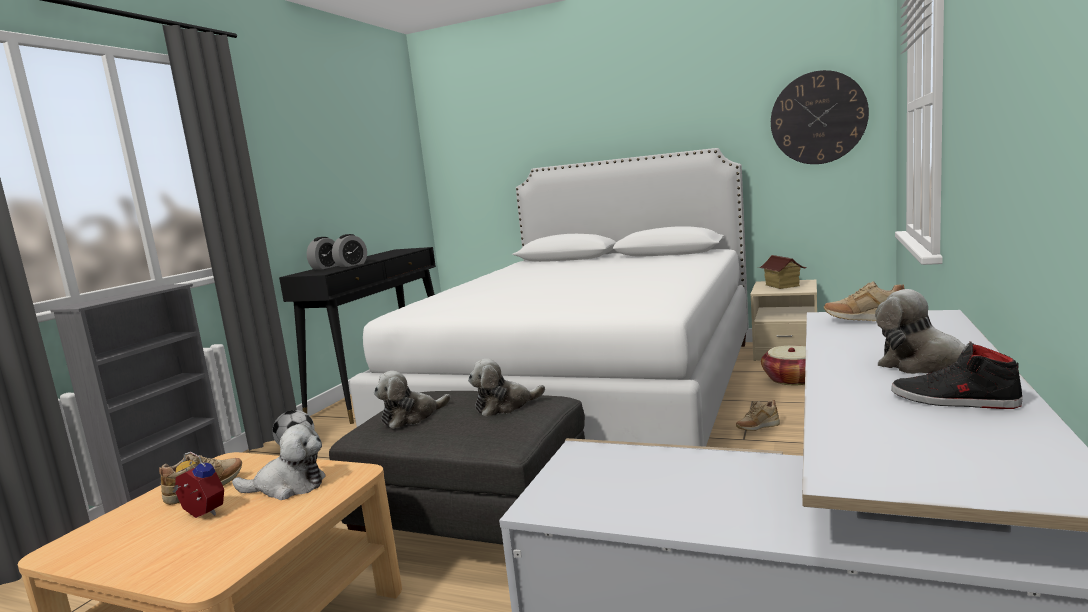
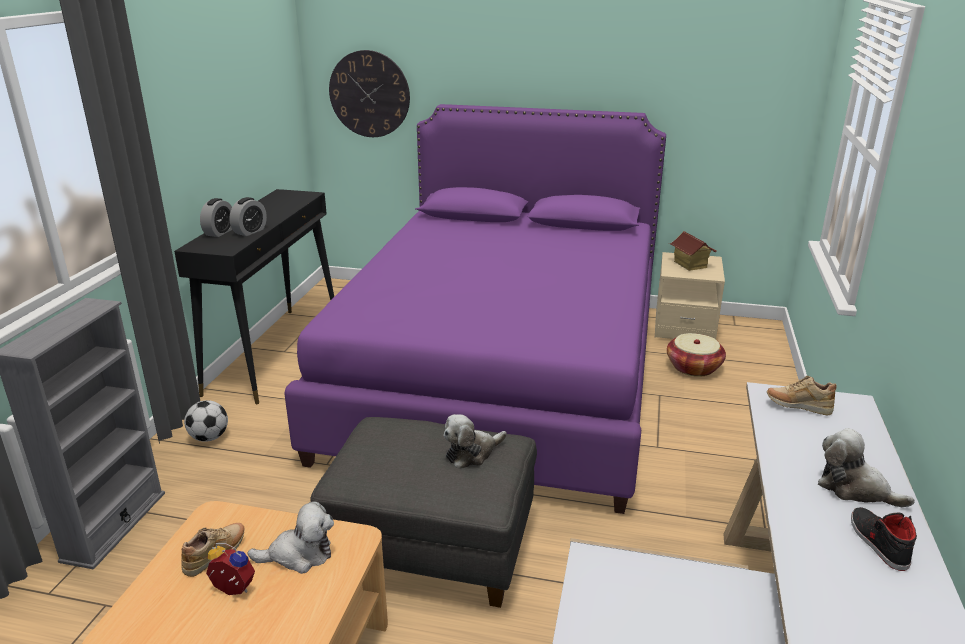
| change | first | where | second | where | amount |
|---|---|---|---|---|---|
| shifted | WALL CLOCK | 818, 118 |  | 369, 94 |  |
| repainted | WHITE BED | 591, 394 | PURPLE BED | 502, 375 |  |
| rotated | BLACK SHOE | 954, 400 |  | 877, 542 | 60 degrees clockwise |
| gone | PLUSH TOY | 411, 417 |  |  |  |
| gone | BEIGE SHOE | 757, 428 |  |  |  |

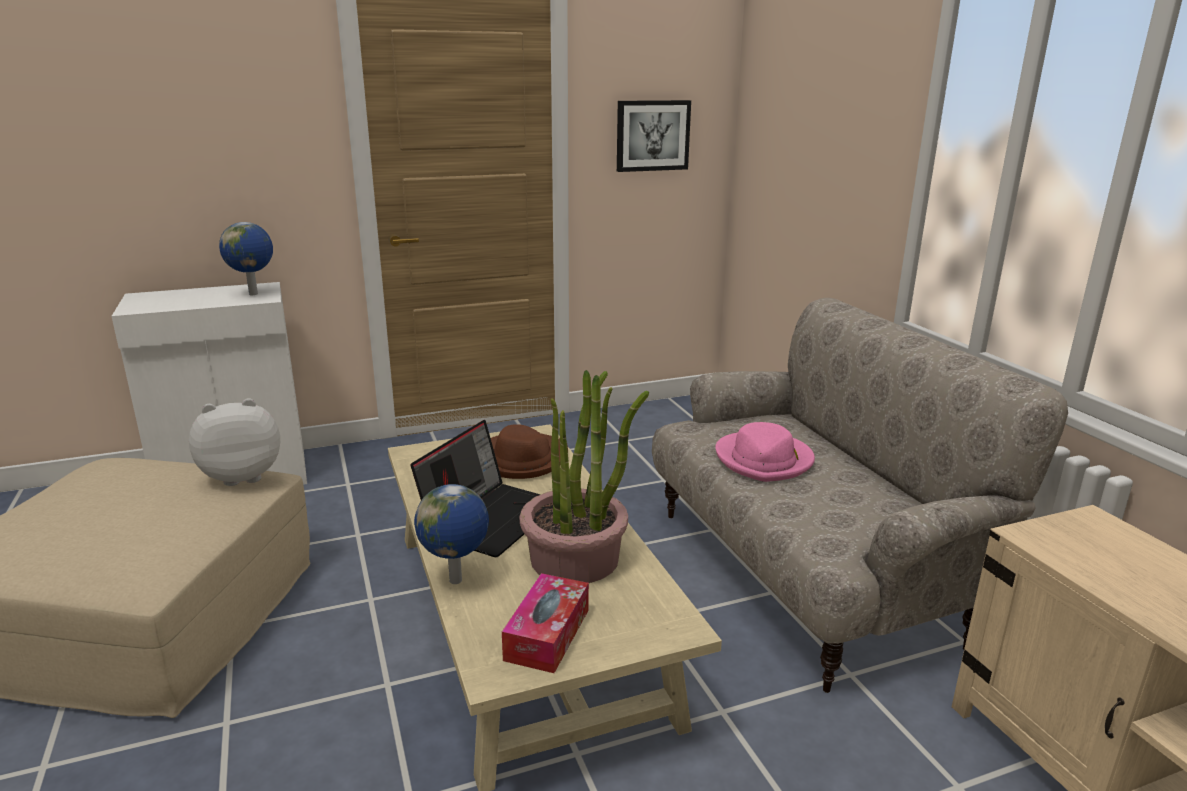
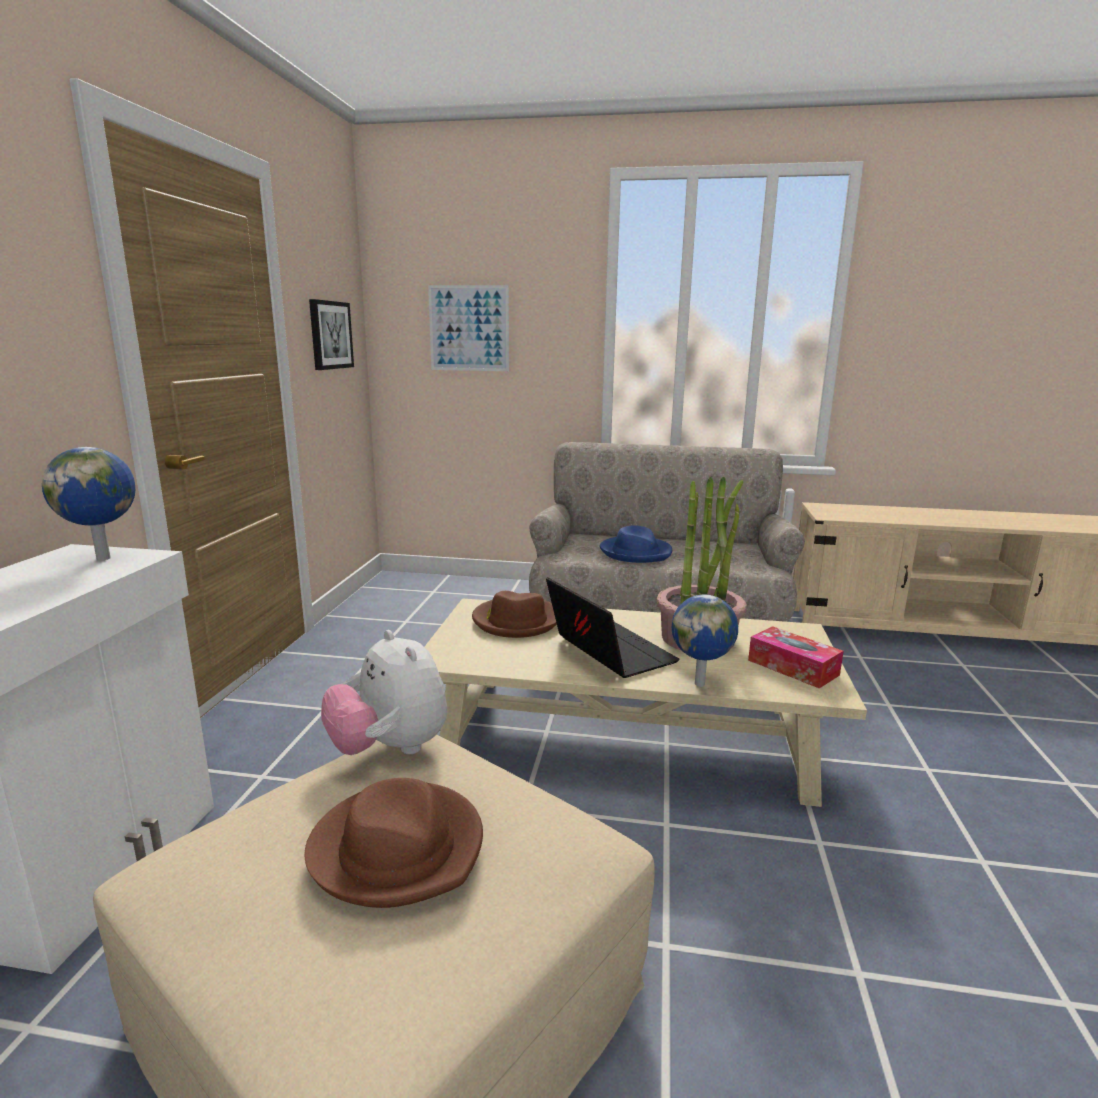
| change | first | where | second | where | amount |
|---|---|---|---|---|---|
| rotated | PLUSH TOY | 242, 476 |  | 389, 749 | 45 degrees counterclockwise |
| repainted | PINK HAT | 764, 460 | BLUE HAT | 636, 552 |  |
| new |  |  | PICTURE | 469, 328 |  |
| new |  |  | BROWN HAT | 398, 848 |  |

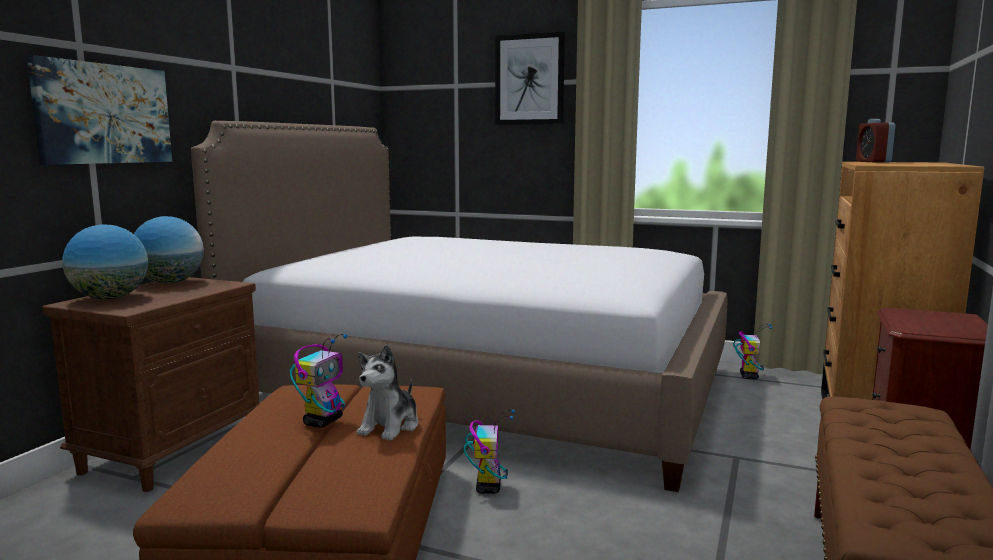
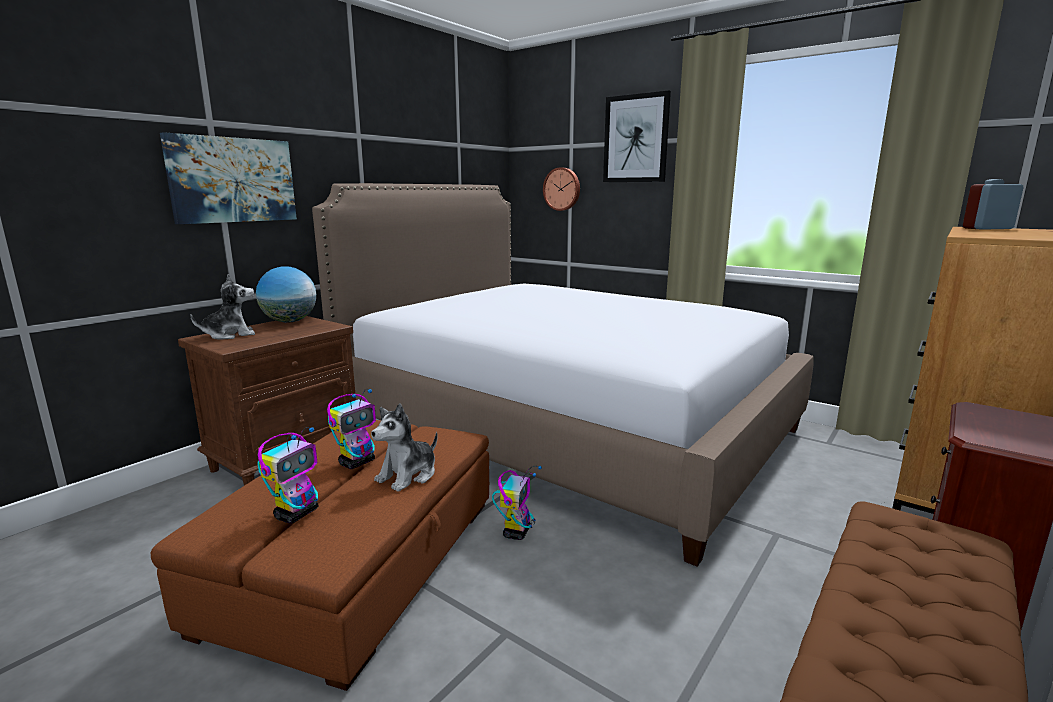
| change | first | where | second | where | amount |
|---|---|---|---|---|---|
| rotated | ALARM CLOCK | 873, 162 |  | 987, 228 | 60 degrees clockwise |
| swapped | GLOBE | 110, 298 | PLUSH TOY | 230, 335 |  |
| shifted | TOY ROBOT | 748, 376 |  | 297, 513 |  |
| new |  |  | WALL CLOCK | 562, 189 |  |

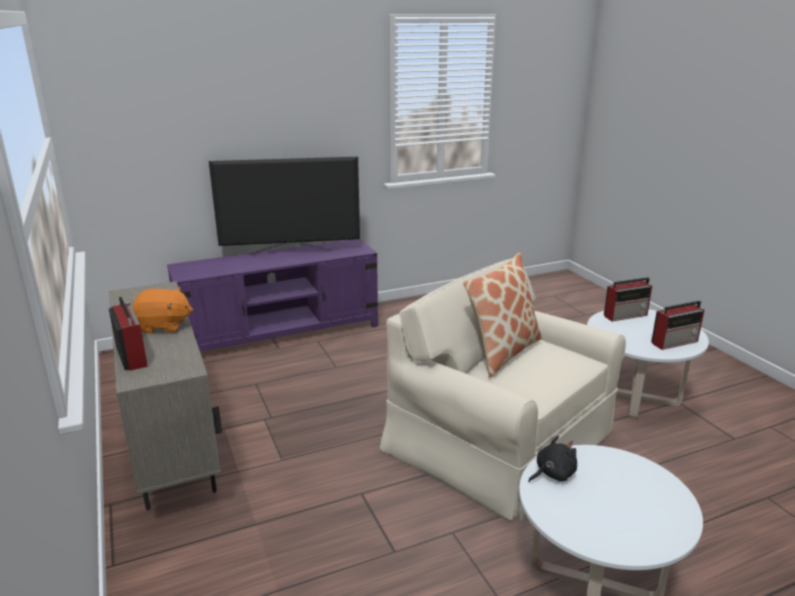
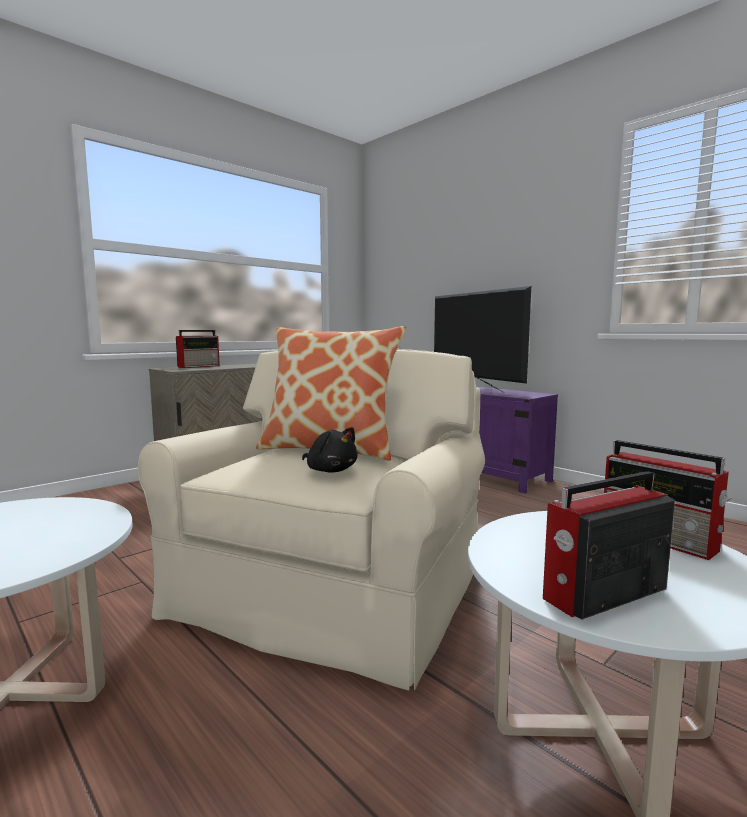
| change | first | where | second | where | amount |
|---|---|---|---|---|---|
| gone | ORANGE PLUSH TOY | 164, 326 |  |  |  |
| rotated | RADIO | 675, 342 |  | 602, 594 | 105 degrees clockwise |
| shifted | BLACK PLUSH TOY | 552, 474 |  | 330, 470 |  |

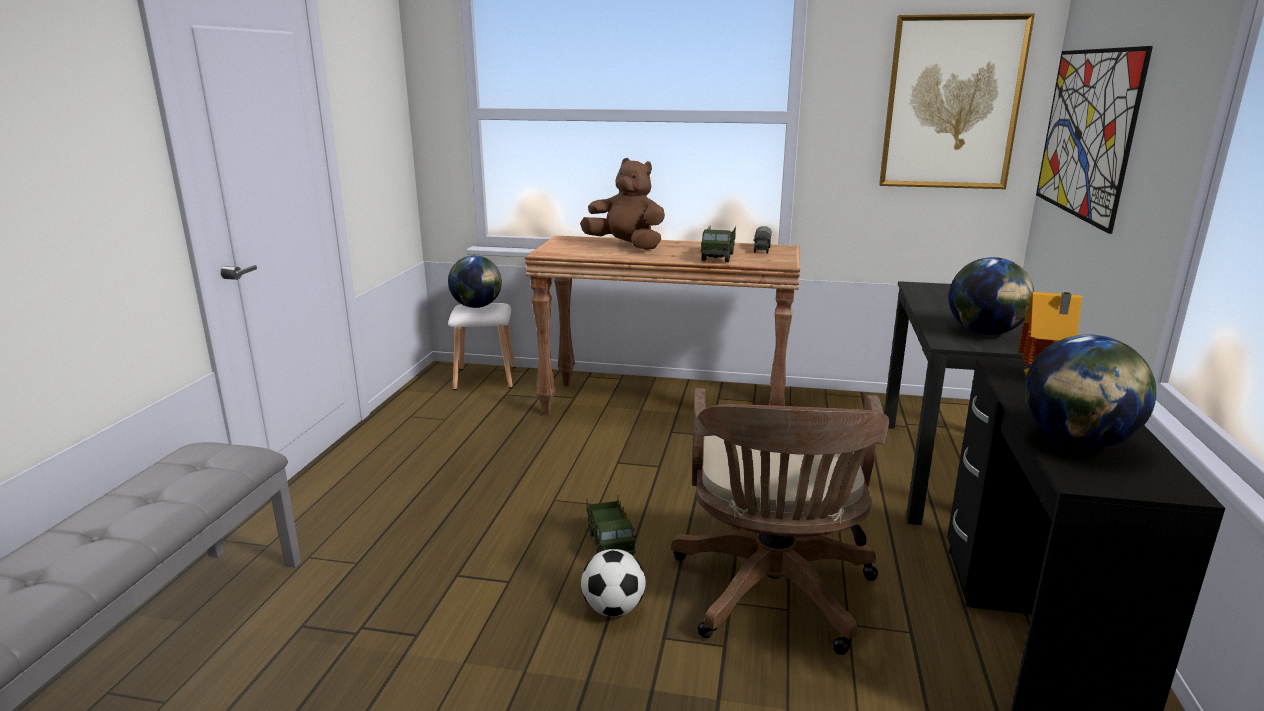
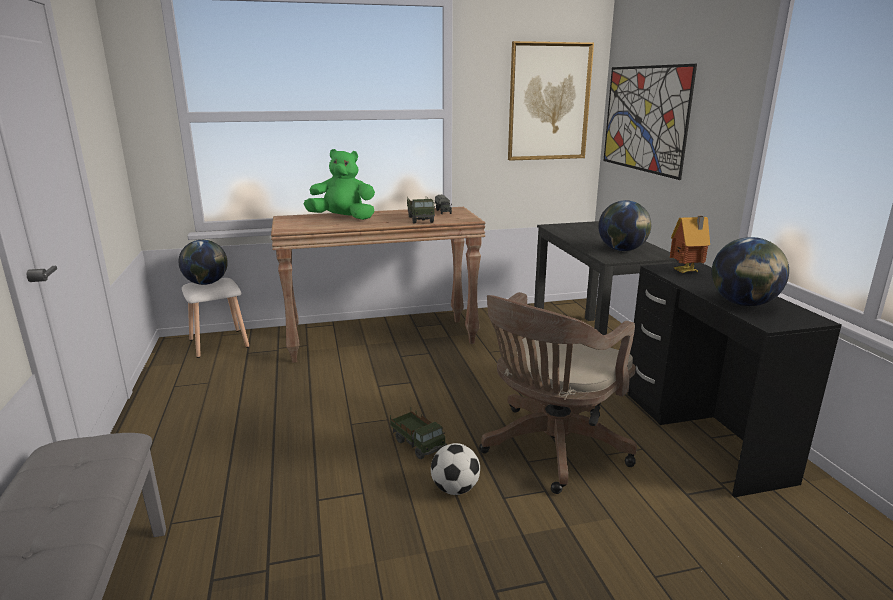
| change | first | where | second | where | amount |
|---|---|---|---|---|---|
| repainted | BROWN PLUSH TOY | 626, 246 | GREEN PLUSH TOY | 343, 218 |  |
| rotated | BROWN OFFICE CHAIR | 773, 595 |  | 550, 449 | 60 degrees clockwise |

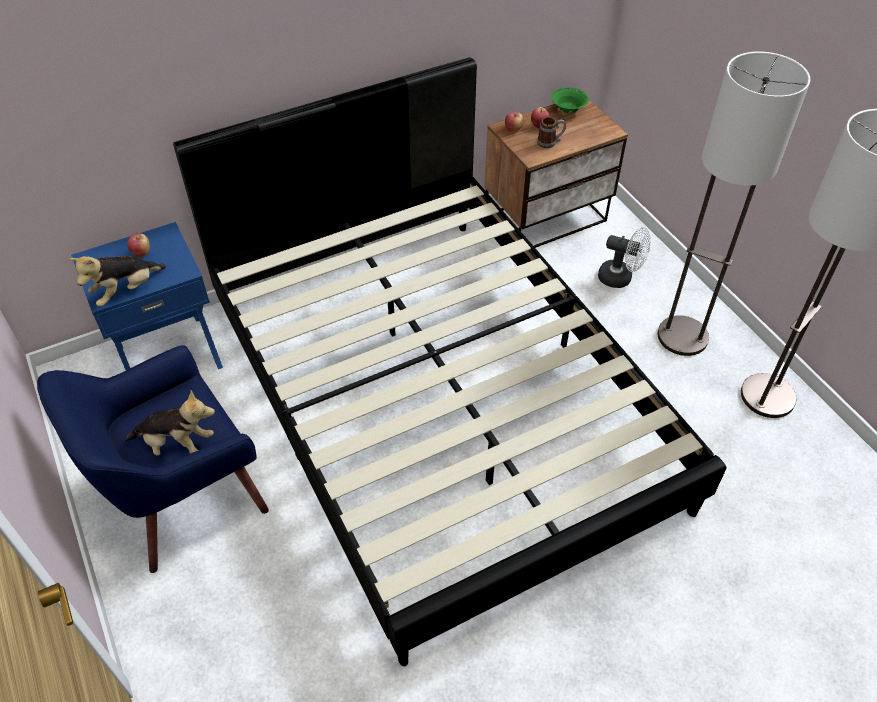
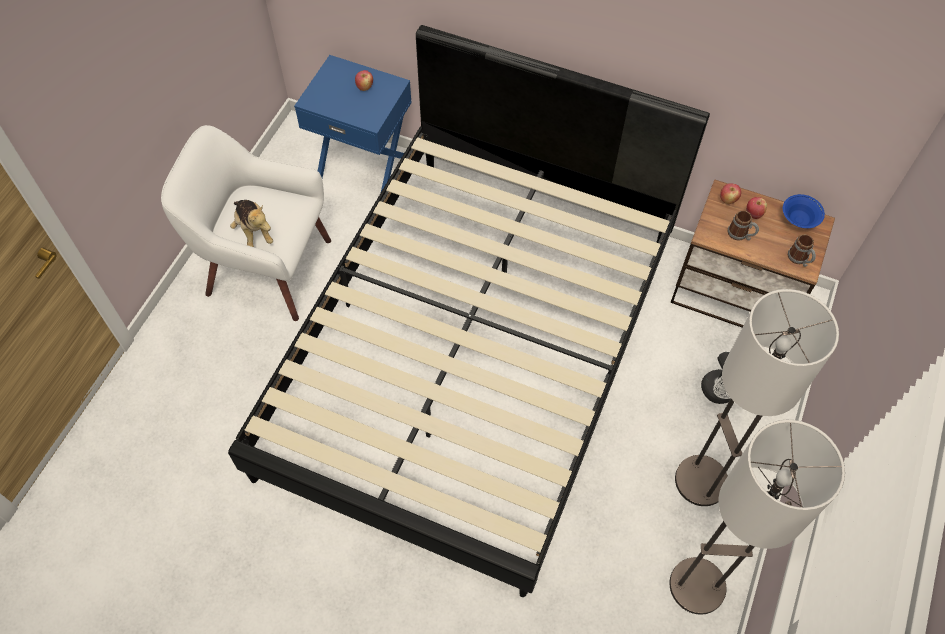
| change | first | where | second | where | amount |
|---|---|---|---|---|---|
| repainted | GREEN BOWL | 568, 110 | BLUE BOWL | 798, 220 |  |
| gone | PLUSH TOY | 126, 291 |  |  |  |
| repainted | BLUE ARMCHAIR | 183, 498 | WHITE ARMCHAIR | 266, 268 |  |
| new |  |  | MUG | 799, 259 |  |

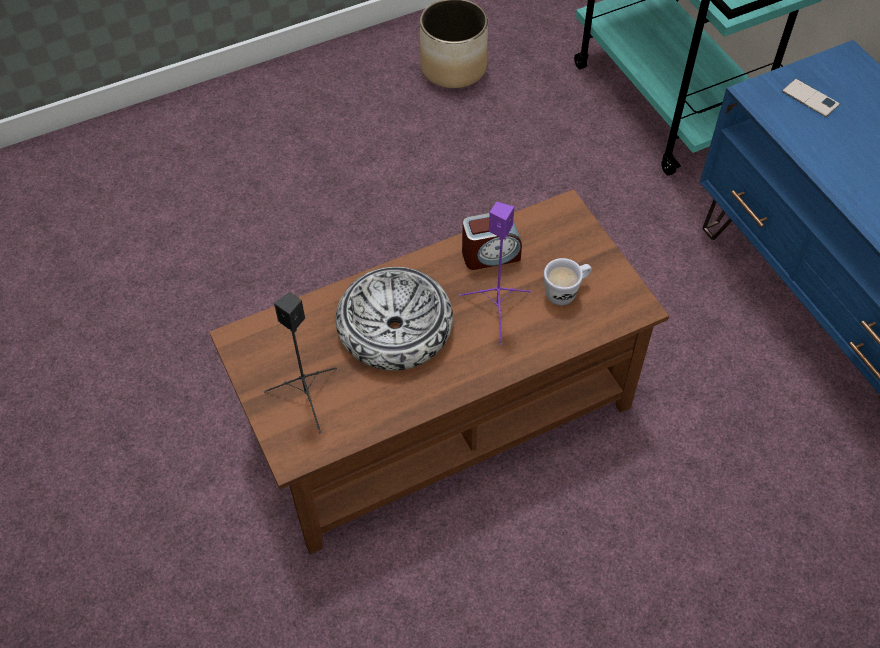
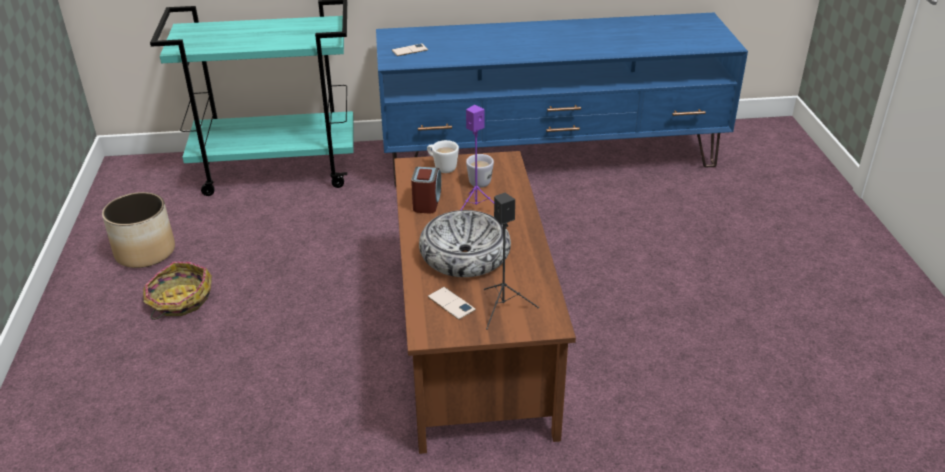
| change | first | where | second | where | amount |
|---|---|---|---|---|---|
| new |  |  | WHITE MUG | 442, 167 |  |
| new |  |  | BASKET | 179, 300 |  |
| new |  |  | PHONE | 451, 303 |  |

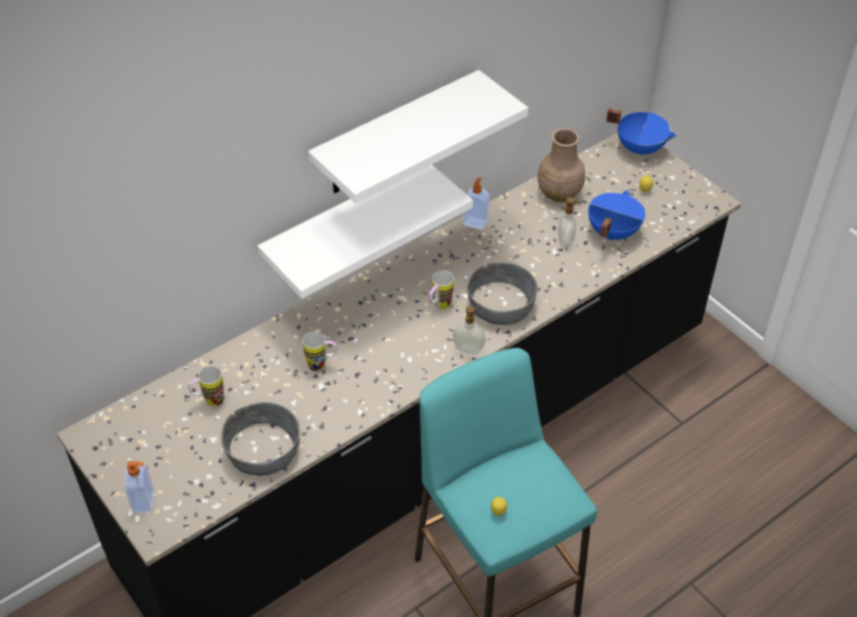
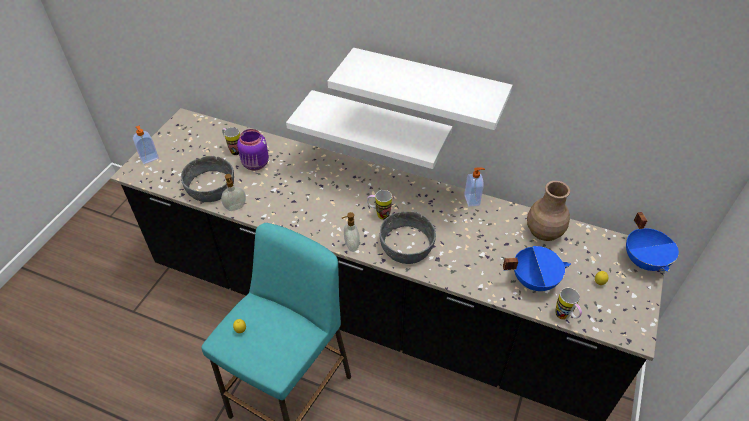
| change | first | where | second | where | amount |
|---|---|---|---|---|---|
| shifted | SOAP DISPENSER | 566, 241 |  | 236, 208 |  |
| shifted | MUG | 322, 365 |  | 565, 317 |  |
| new |  |  | PURPLE JAR | 255, 164 |  |

